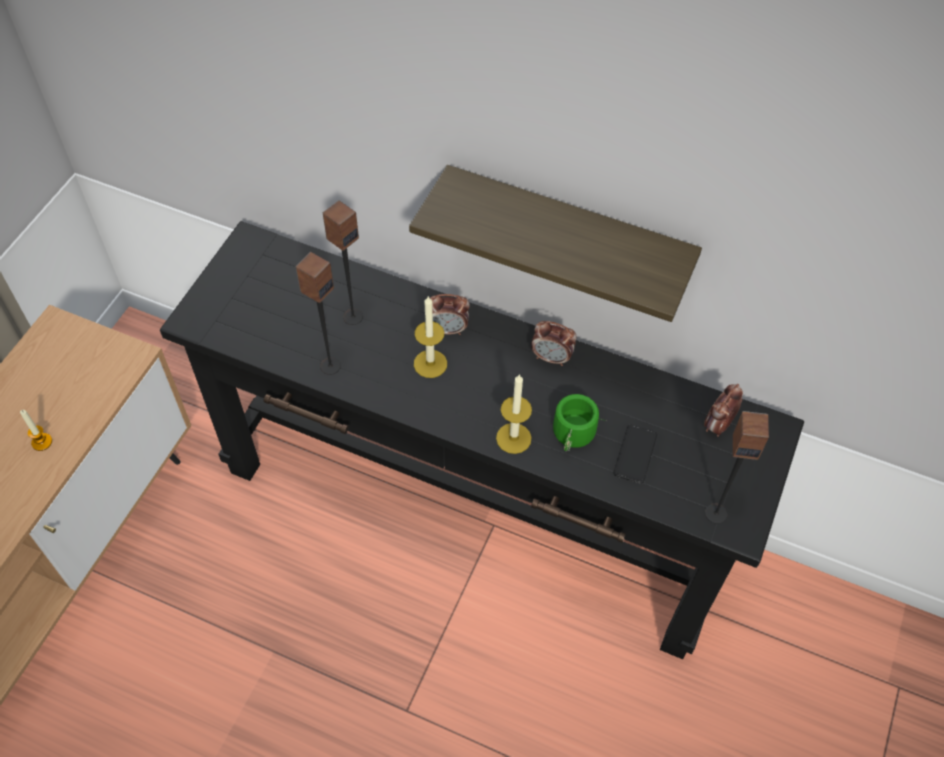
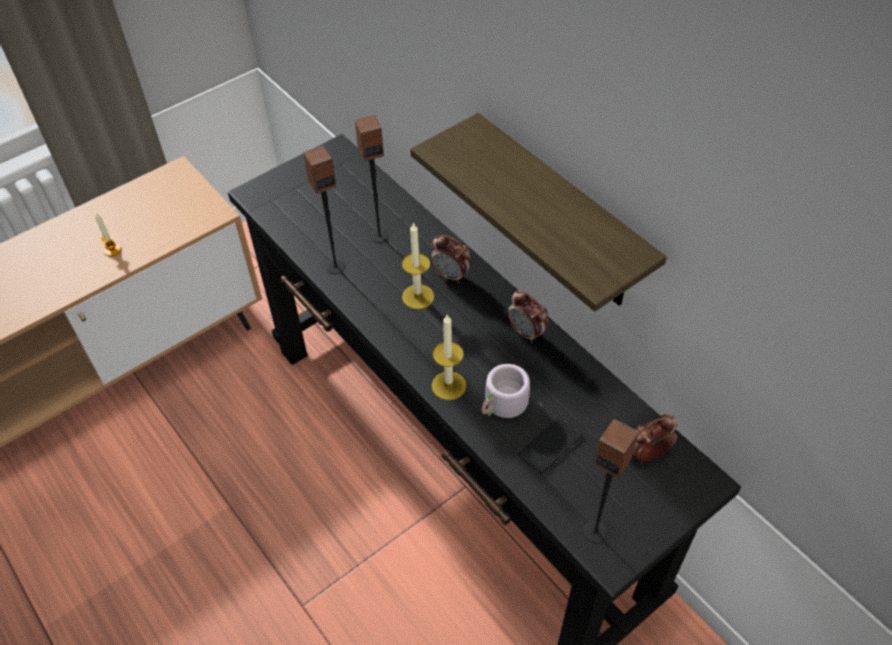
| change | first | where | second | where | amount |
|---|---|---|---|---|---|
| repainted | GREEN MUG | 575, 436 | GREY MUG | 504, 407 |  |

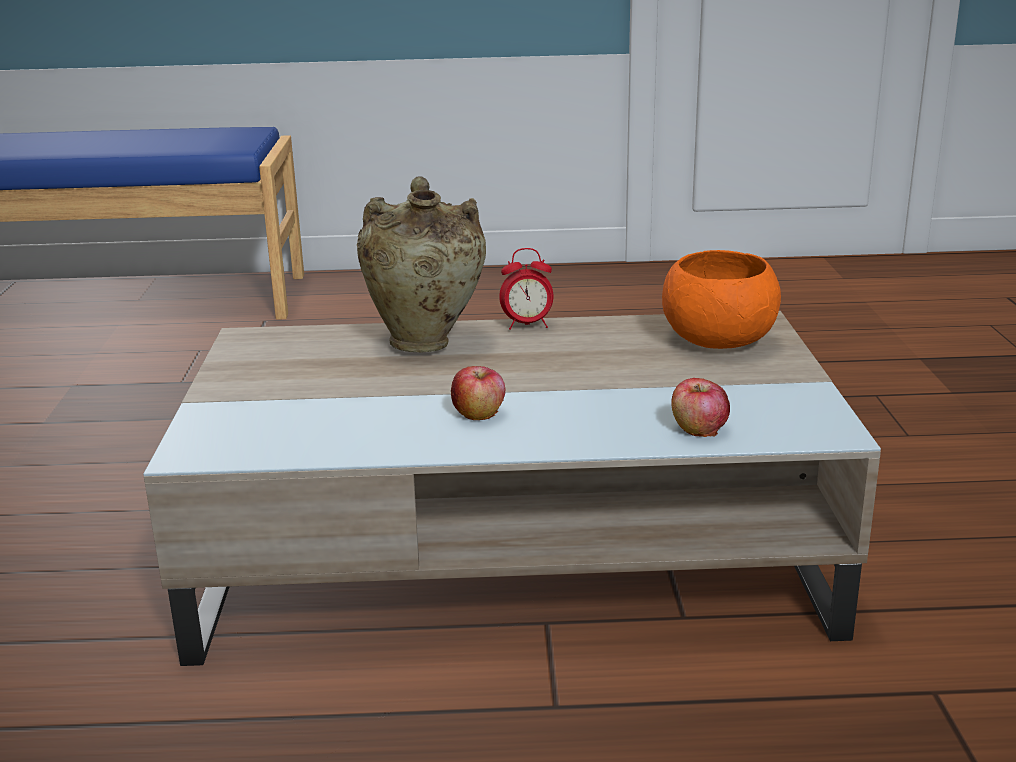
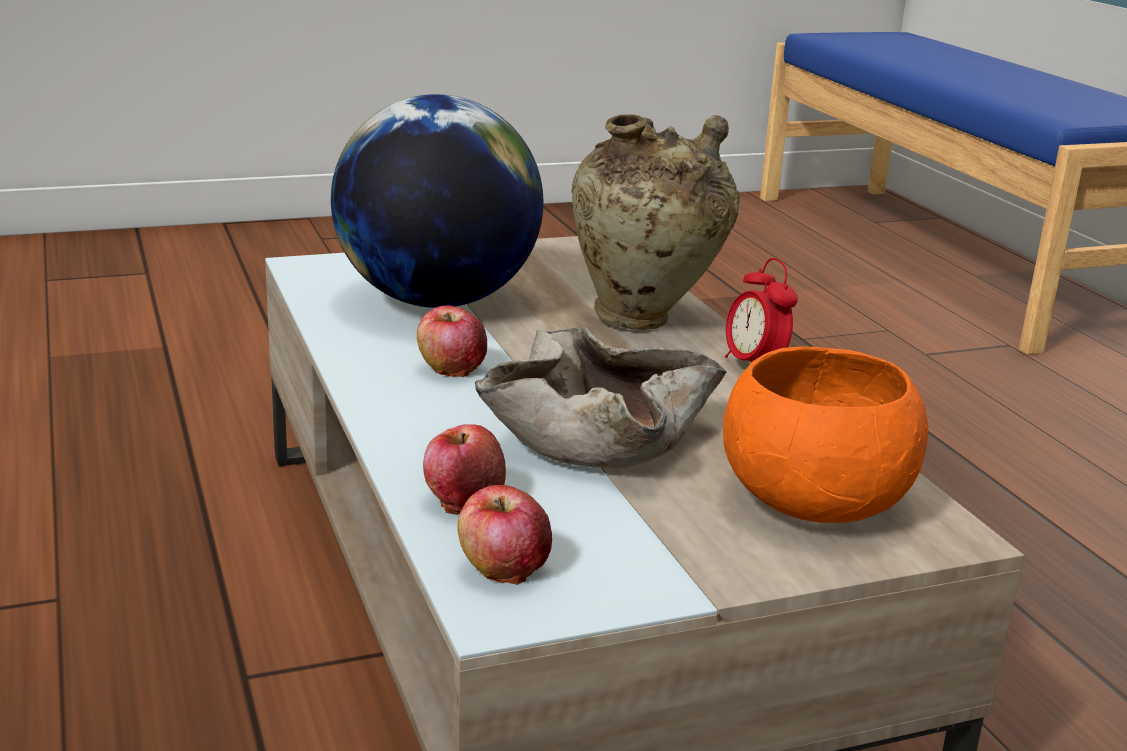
| change | first | where | second | where | amount |
|---|---|---|---|---|---|
| new |  |  | GLOBE | 436, 301 |  |
| new |  |  | BEIGE BOWL | 595, 435 |  |
| new |  |  | APPLE | 503, 568 |  |

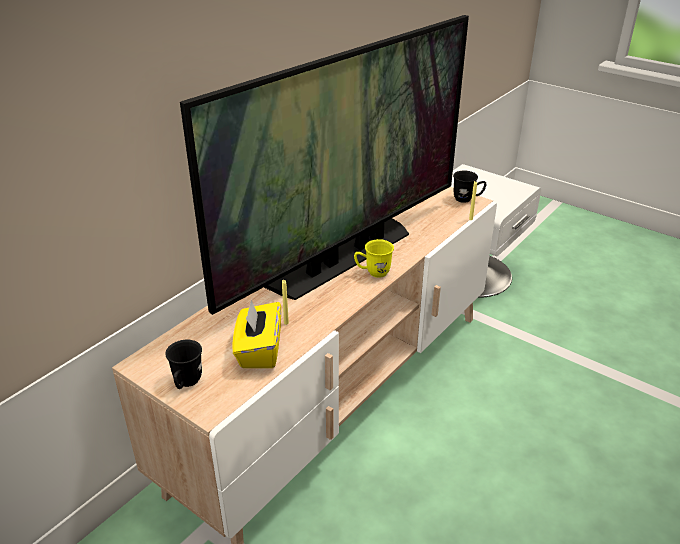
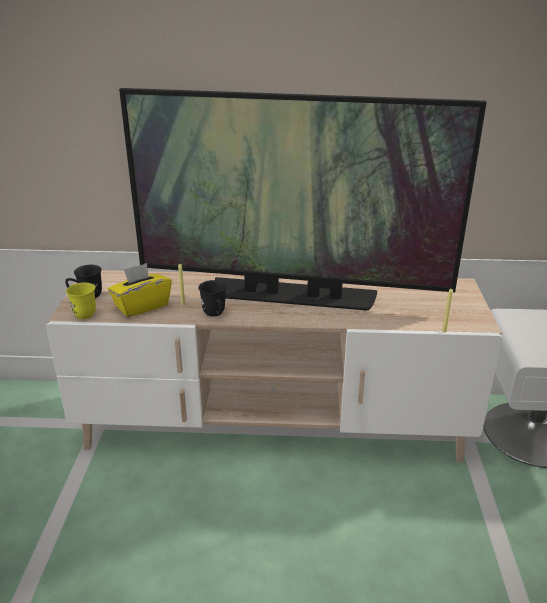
| change | first | where | second | where | amount |
|---|---|---|---|---|---|
| shifted | BLACK MUG | 467, 199 |  | 215, 314 |  |
| shifted | YELLOW MUG | 373, 272 |  | 82, 312 |  |

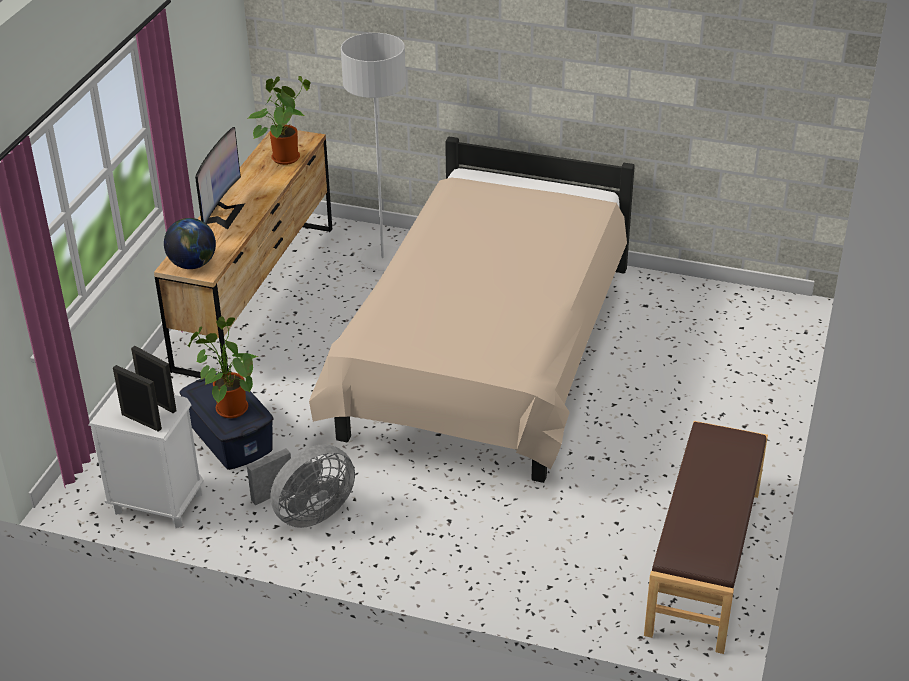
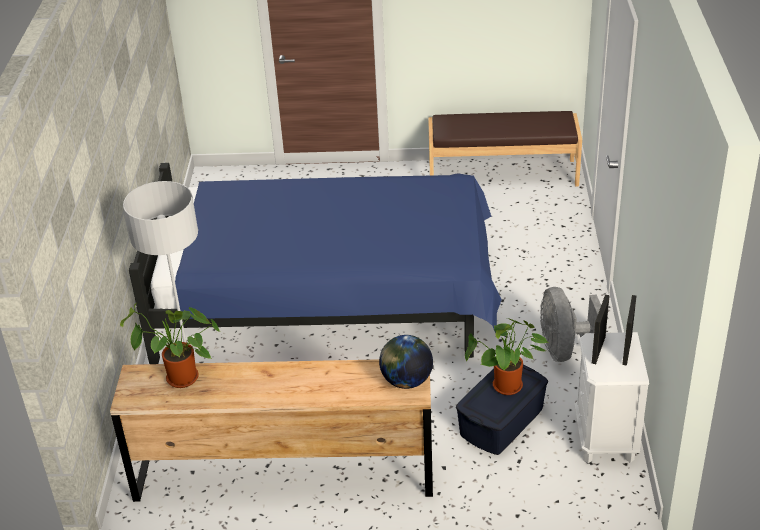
| change | first | where | second | where | amount |
|---|---|---|---|---|---|
| gone | MONITOR | 221, 214 |  |  |  |
| repainted | BEIGE BED | 487, 357 | BLUE BED | 329, 302 |  |
| rotated | GREY FAN | 307, 513 |  | 564, 349 | 135 degrees counterclockwise |

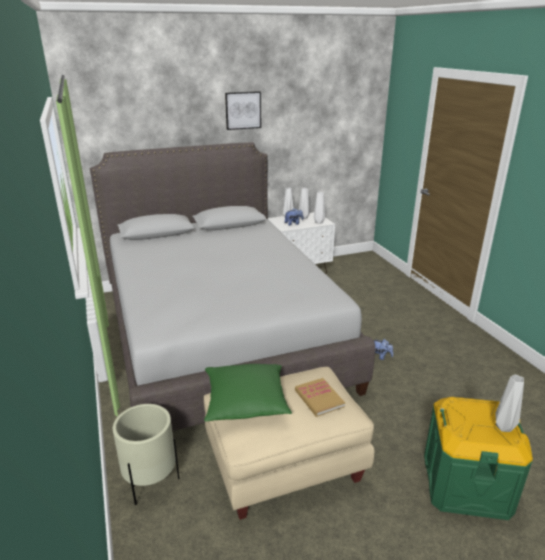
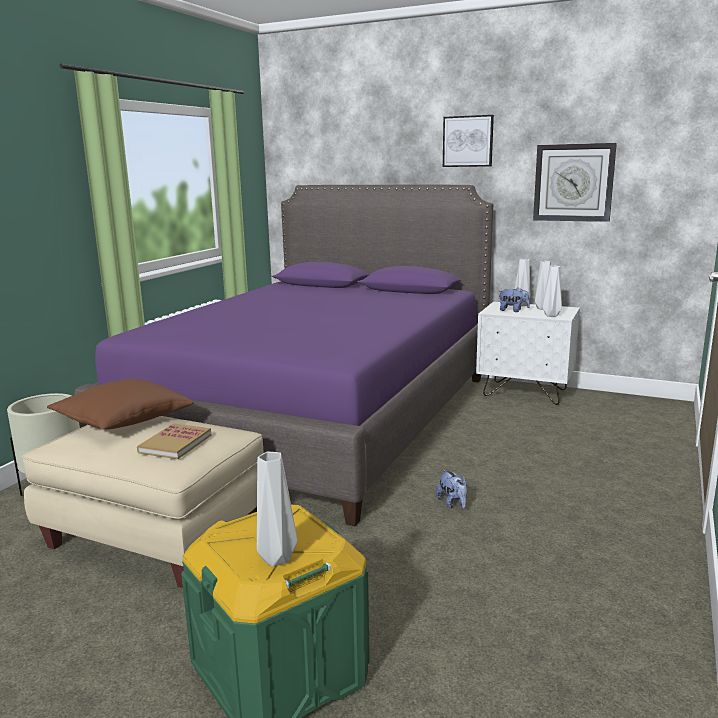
| change | first | where | second | where | amount |
|---|---|---|---|---|---|
| repainted | GREY BED | 220, 335 | PURPLE BED | 317, 416 |  |
| repainted | GREEN PILLOW | 246, 402 | BROWN PILLOW | 122, 421 |  |
| new |  |  | WALL CLOCK | 573, 182 |  |

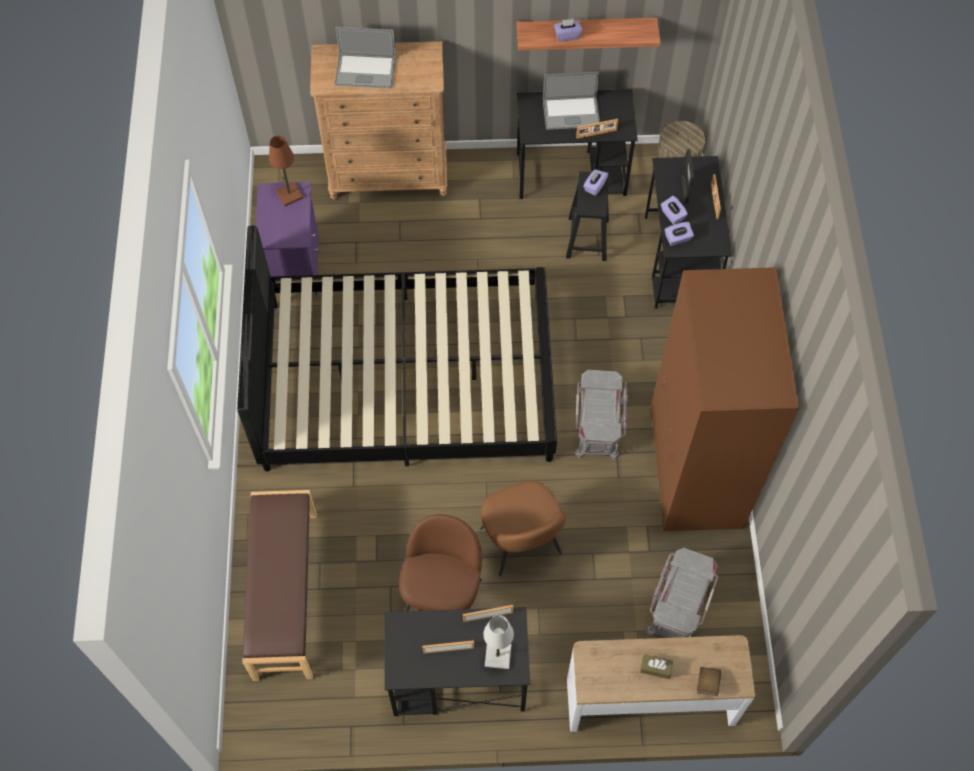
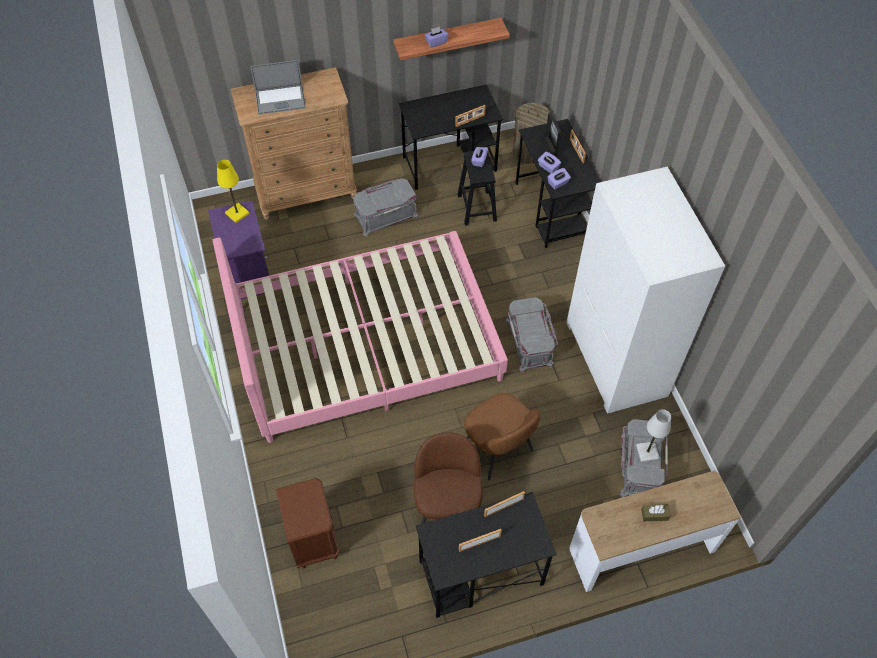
| change | first | where | second | where | amount |
|---|---|---|---|---|---|
| gone | LAPTOP | 571, 113 |  |  |  |
| repainted | BROWN TABLE LAMP | 289, 195 | YELLOW TABLE LAMP | 237, 213 |  |
| repainted | BLACK BED | 406, 380 | PINK BED | 366, 344 |  |
| repainted | BROWN WARDROBE | 697, 468 | WHITE WARDROBE | 617, 359 |  |
| swapped | BROWN BENCH | 284, 595 | BROWN NIGHTSTAND | 314, 540 |  |
| shifted | WHITE TABLE LAMP | 498, 656 |  | 647, 452 |  |
| gone | BROWN BOOK | 707, 683 |  |  |  |
| new |  |  | GREY STORAGE BOX | 385, 215 |  |

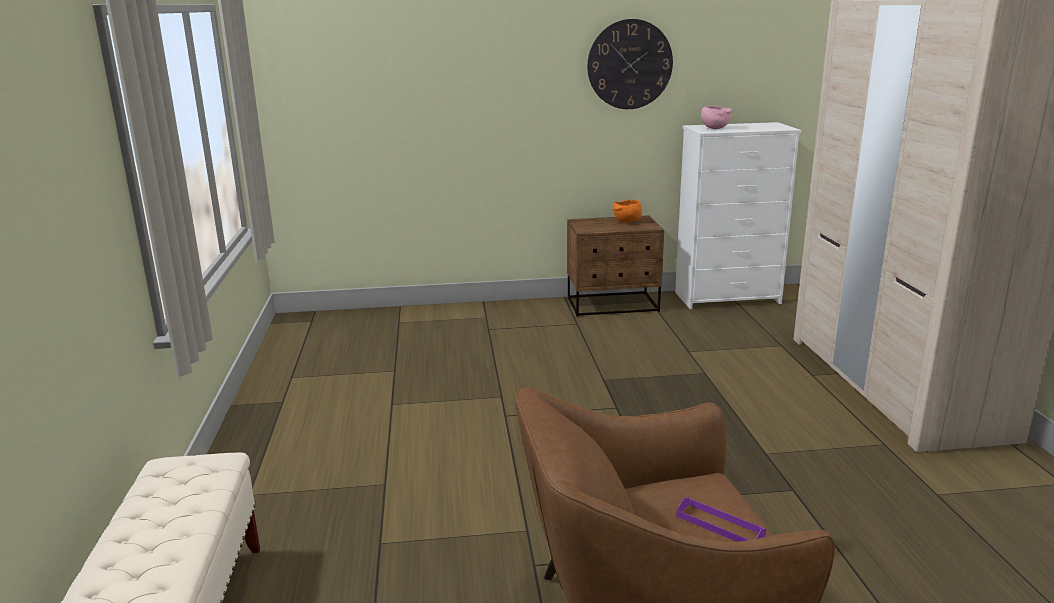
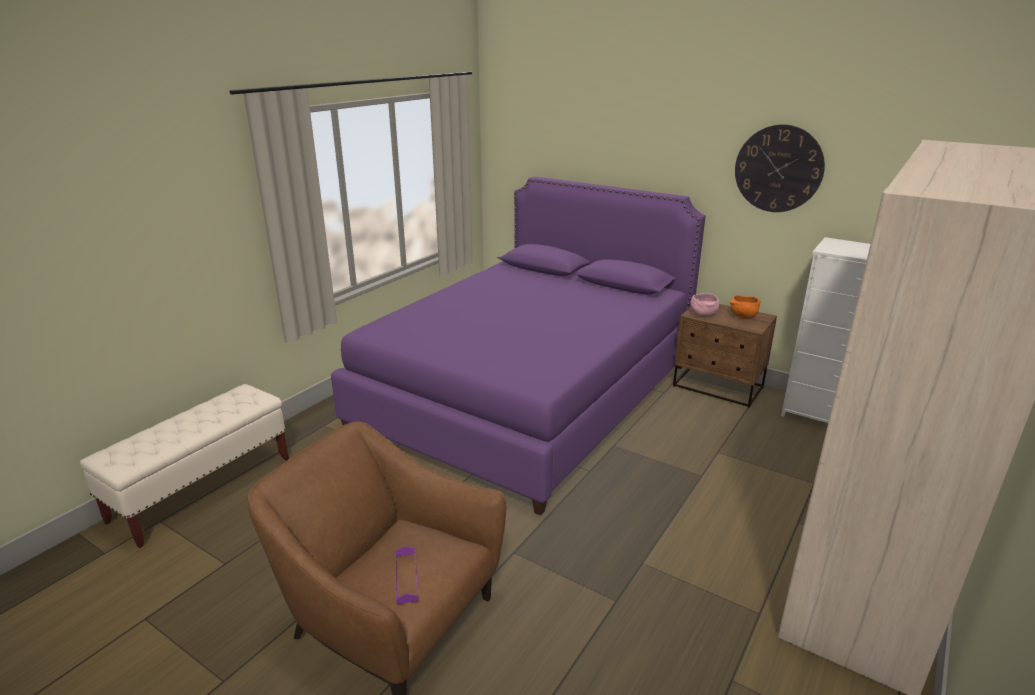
| change | first | where | second | where | amount |
|---|---|---|---|---|---|
| shifted | PINK BOWL | 714, 128 |  | 702, 315 |  |
| new |  |  | PURPLE BED | 528, 396 |  |

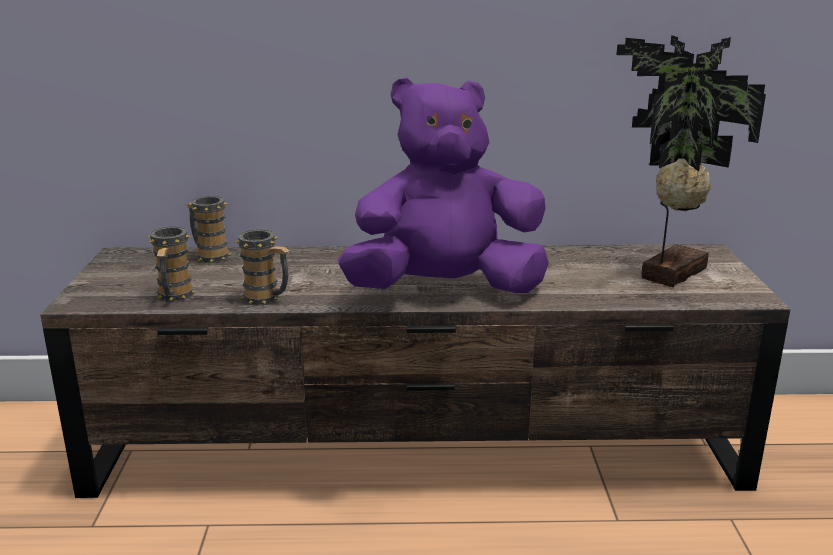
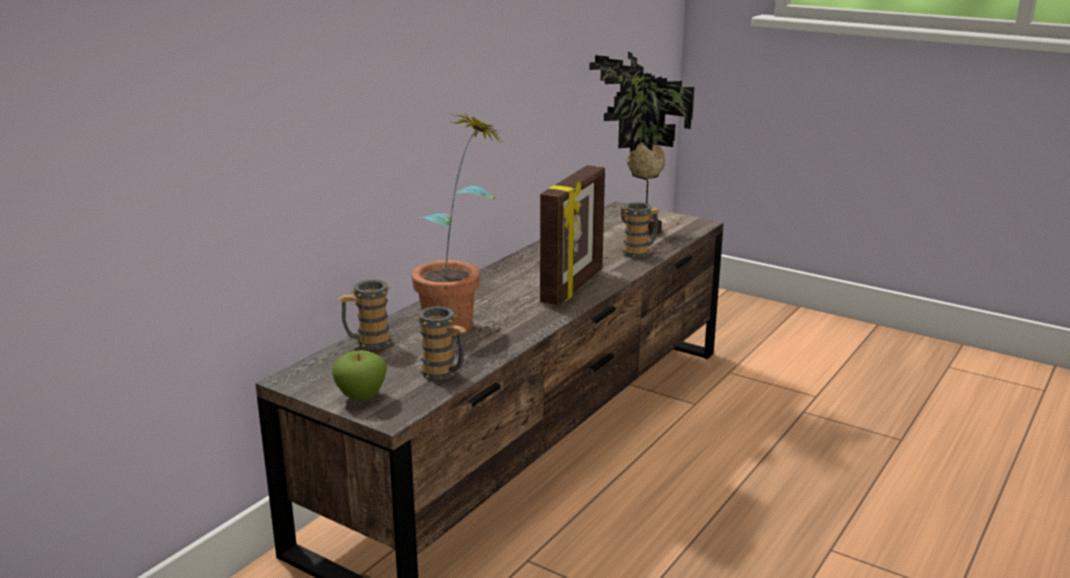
| change | first | where | second | where | amount |
|---|---|---|---|---|---|
| swapped | PURPLE PLUSH TOY | 445, 290 | PICTURE FRAME | 574, 286 |  |
| shifted | MUG | 267, 299 |  | 640, 252 |  |
| new |  |  | POTTED PLANT | 459, 320 |  |
| new |  |  | APPLE | 361, 397 |  |

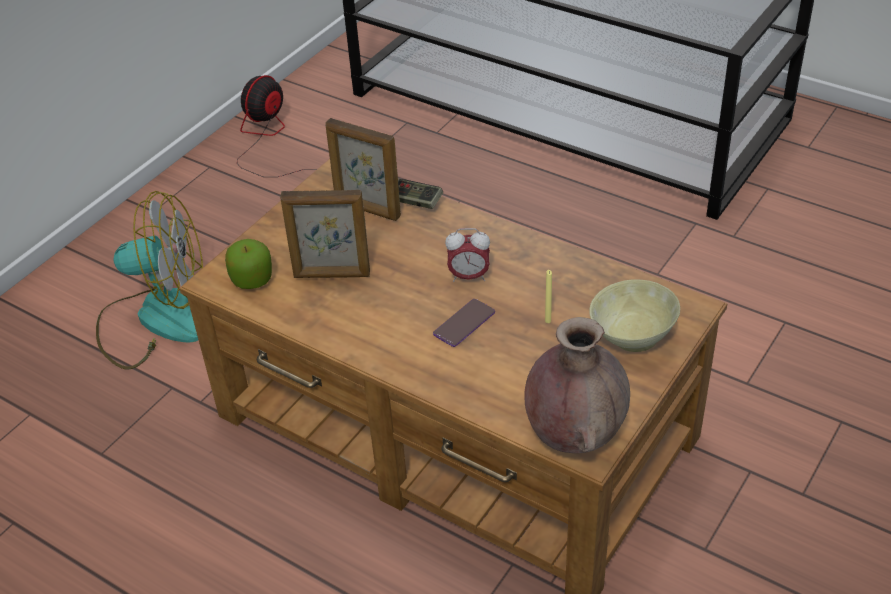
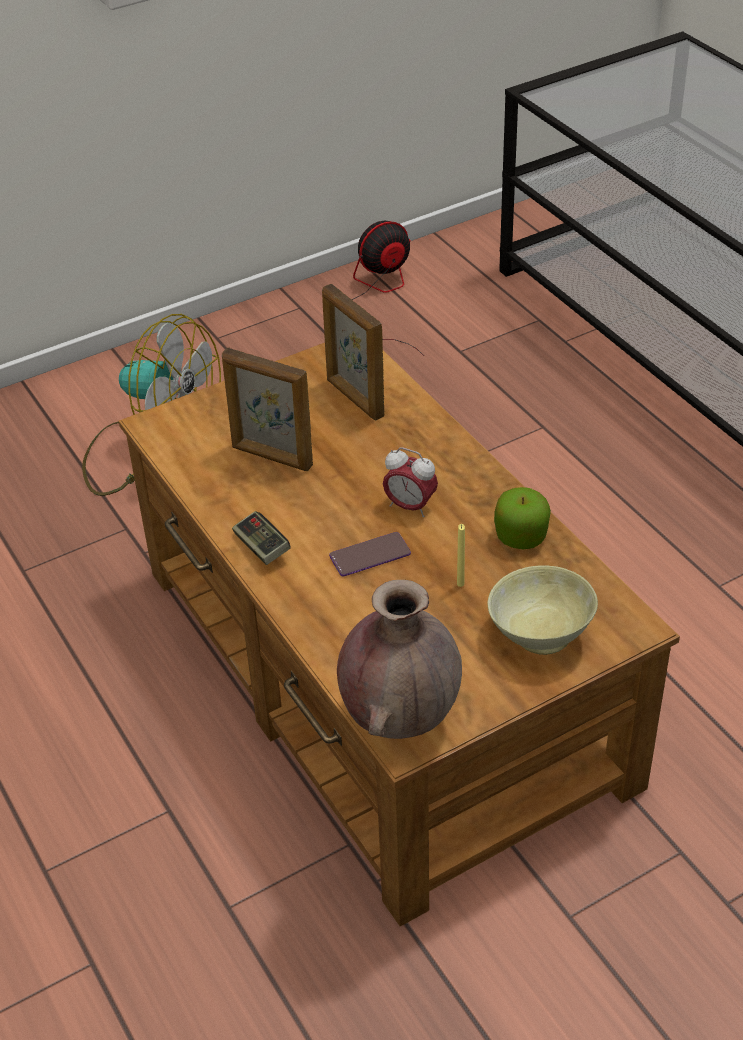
| change | first | where | second | where | amount |
|---|---|---|---|---|---|
| shifted | GAME CONTROLLER | 416, 201 |  | 261, 547 |  |
| shifted | APPLE | 252, 279 |  | 521, 536 |  |

